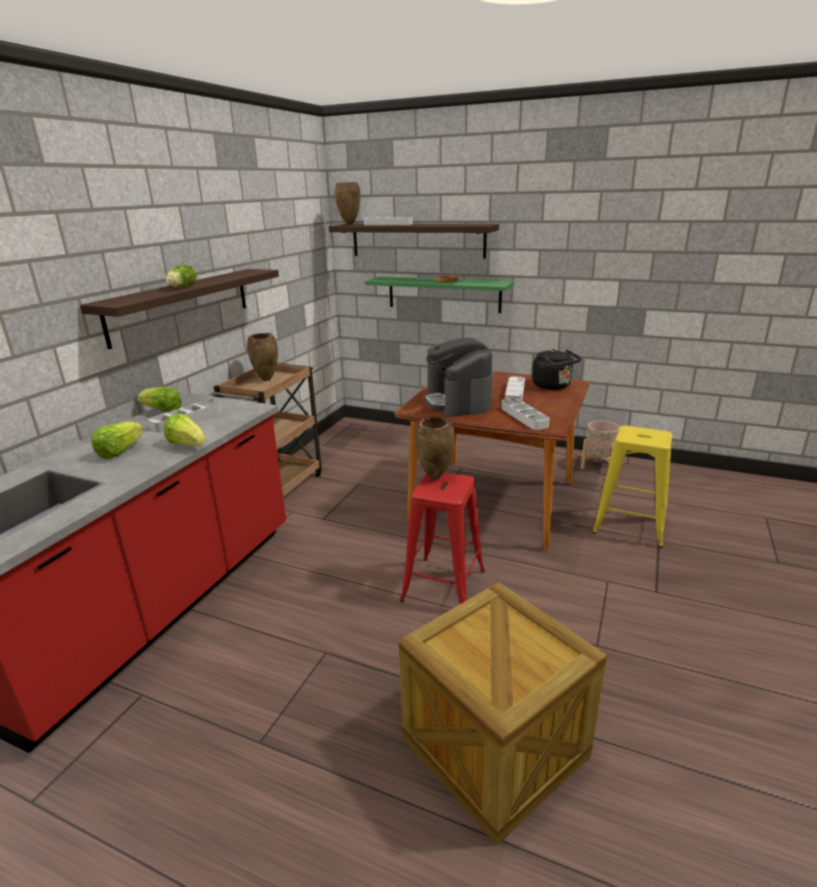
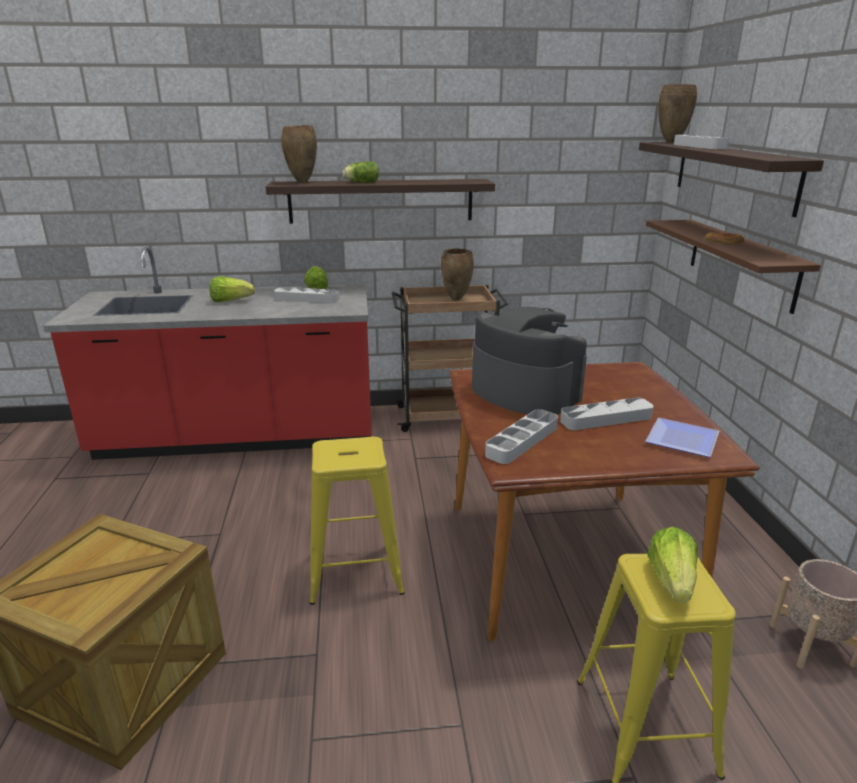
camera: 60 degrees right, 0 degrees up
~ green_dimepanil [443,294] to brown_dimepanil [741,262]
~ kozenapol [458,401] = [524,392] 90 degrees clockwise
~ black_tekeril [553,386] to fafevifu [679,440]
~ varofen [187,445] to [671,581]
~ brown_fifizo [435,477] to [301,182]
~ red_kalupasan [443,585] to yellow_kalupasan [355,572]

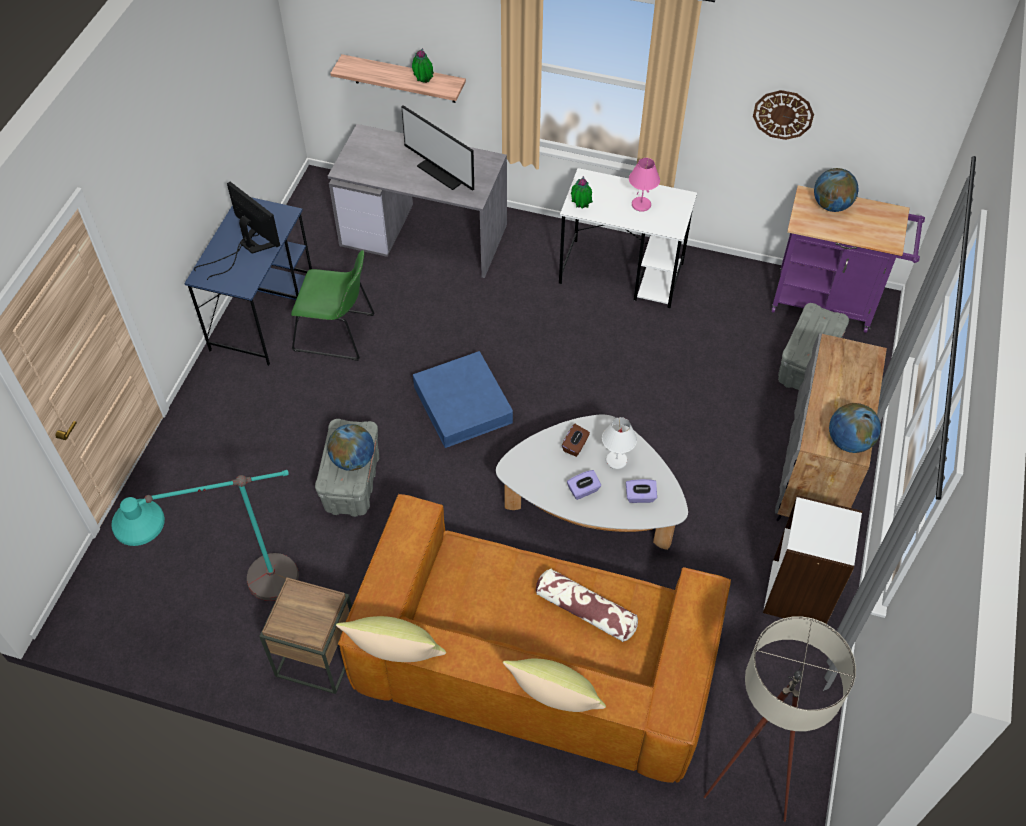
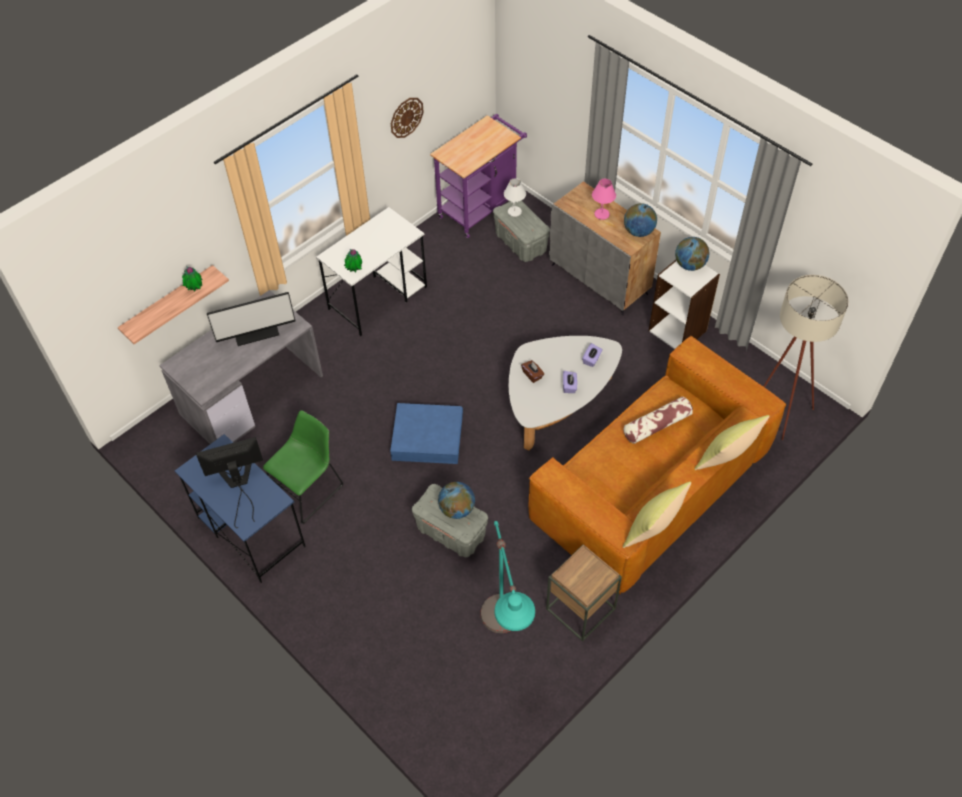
camera: 60 degrees left, 0 degrees up
~ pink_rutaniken [641,205] to [602,215]
~ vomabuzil [831,205] to [690,265]
~ white_rutaniken [617,460] to [514,212]

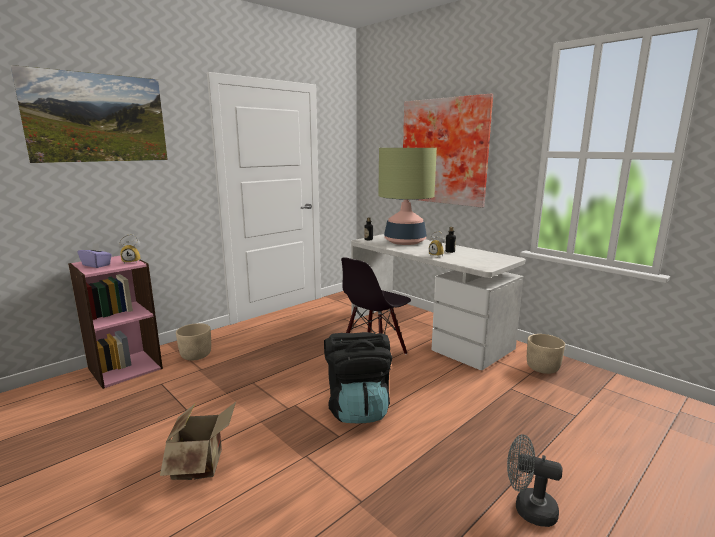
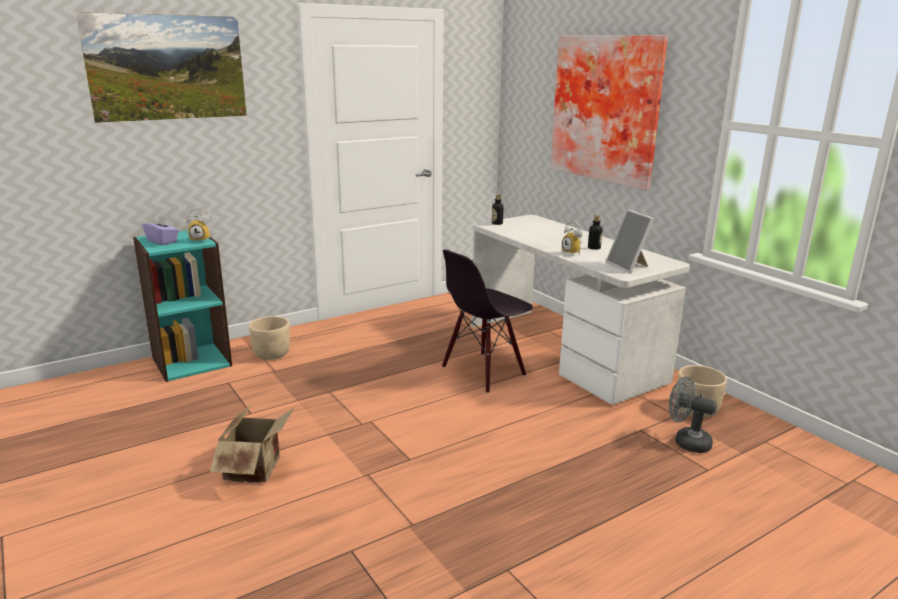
camera: 10 degrees right, 5 degrees up
- rutaniken [404,241]
~ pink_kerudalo [125,368] to turquoise_kerudalo [191,361]
- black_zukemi [358,408]
~ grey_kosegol [528,508] to [686,442]
+ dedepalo [629,266]

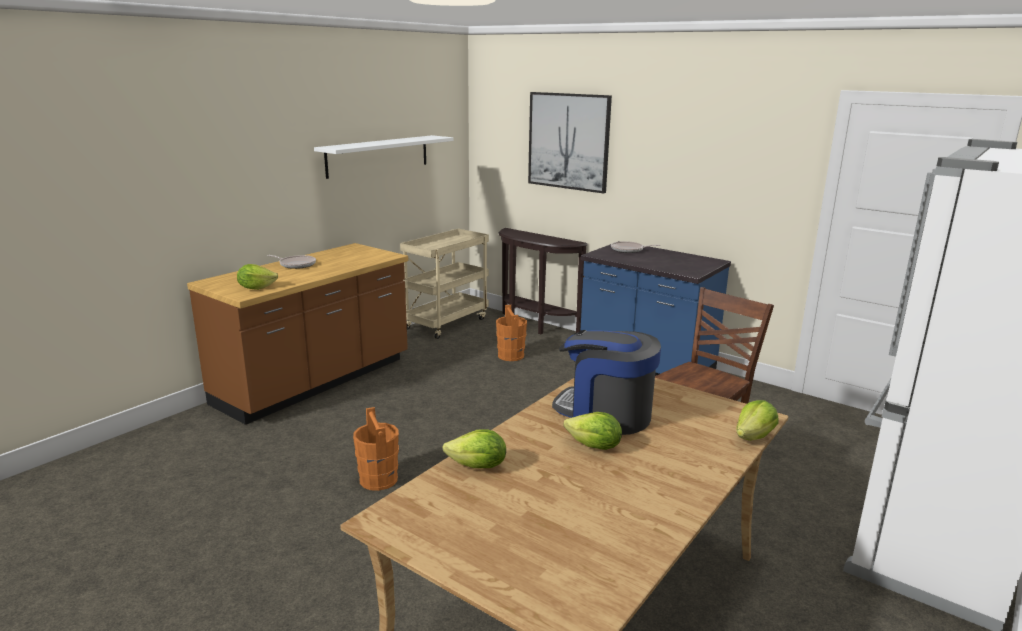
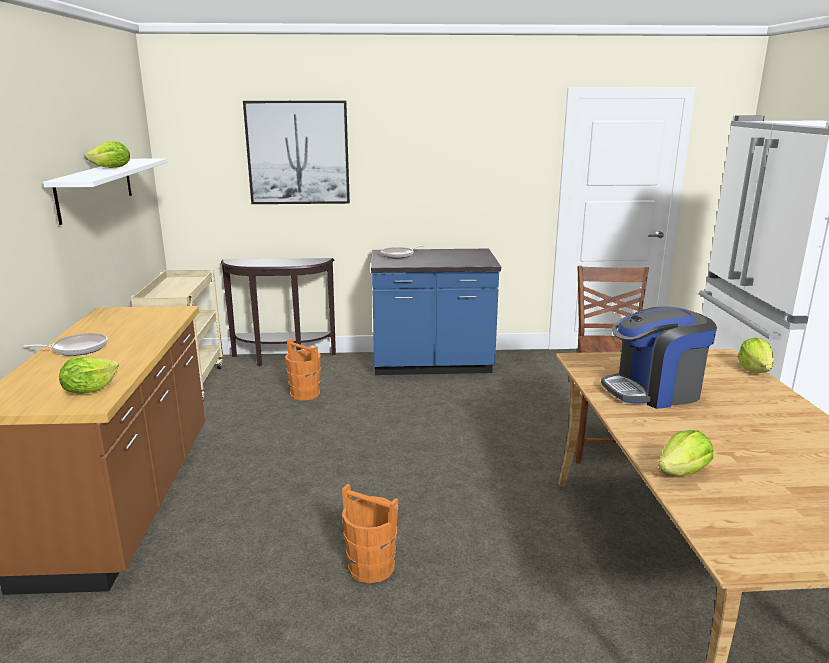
camera: 40 degrees left, 0 degrees up
~ varofen [594,447] to [112,168]

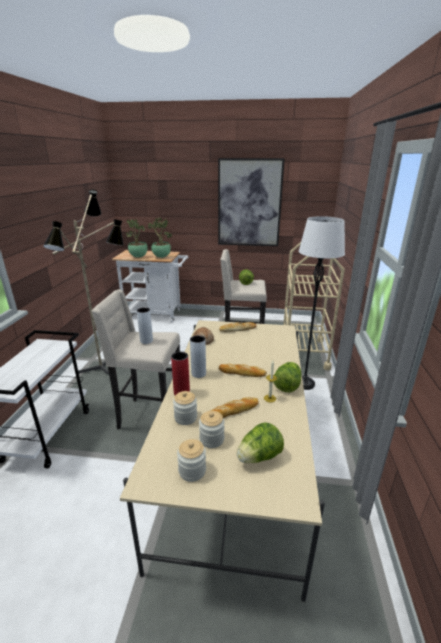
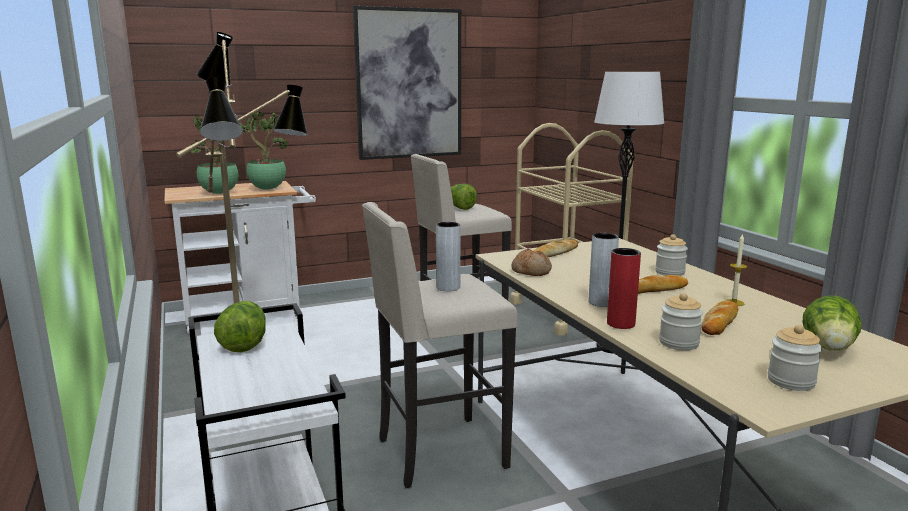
camera: 30 degrees left, 10 degrees down
~ varofen [287,385] to [244,344]
~ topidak [212,439] to [669,272]

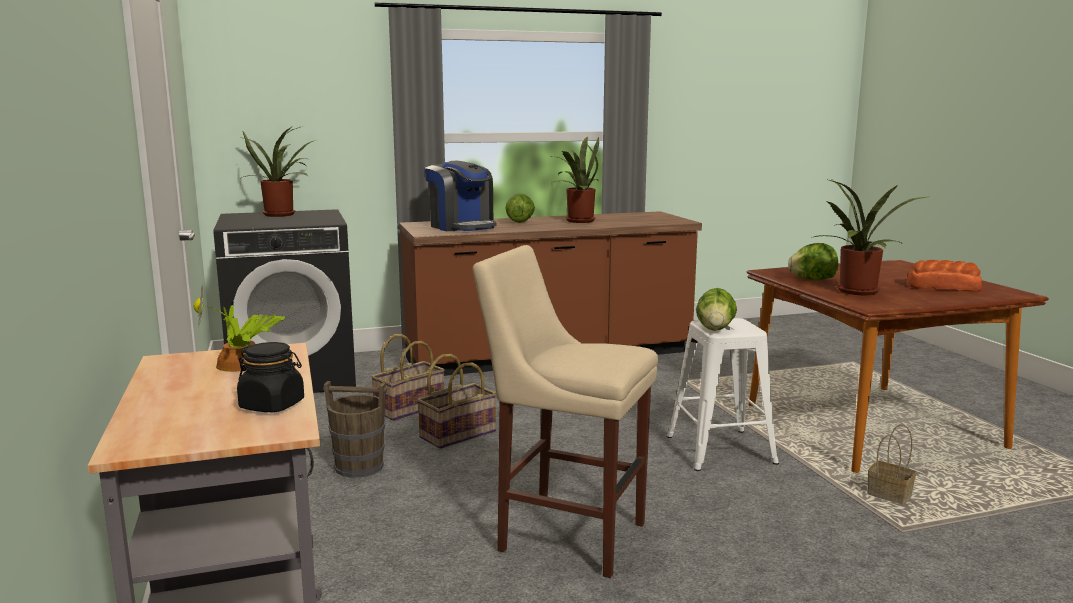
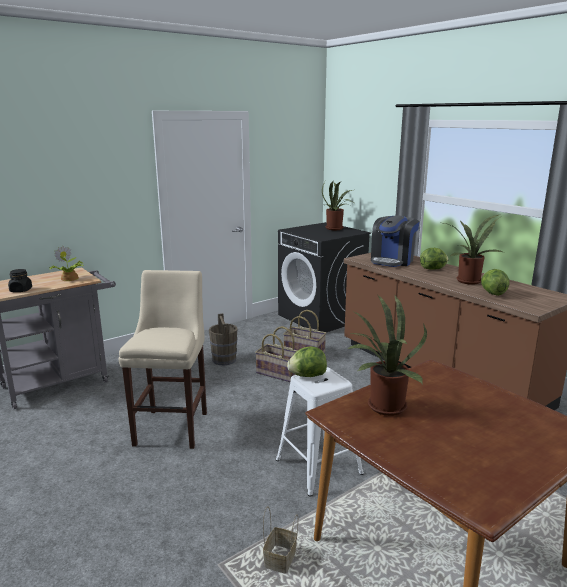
camera: 70 degrees right, 5 degrees up
~ varofen [812,279] to [492,293]
- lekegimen [942,287]

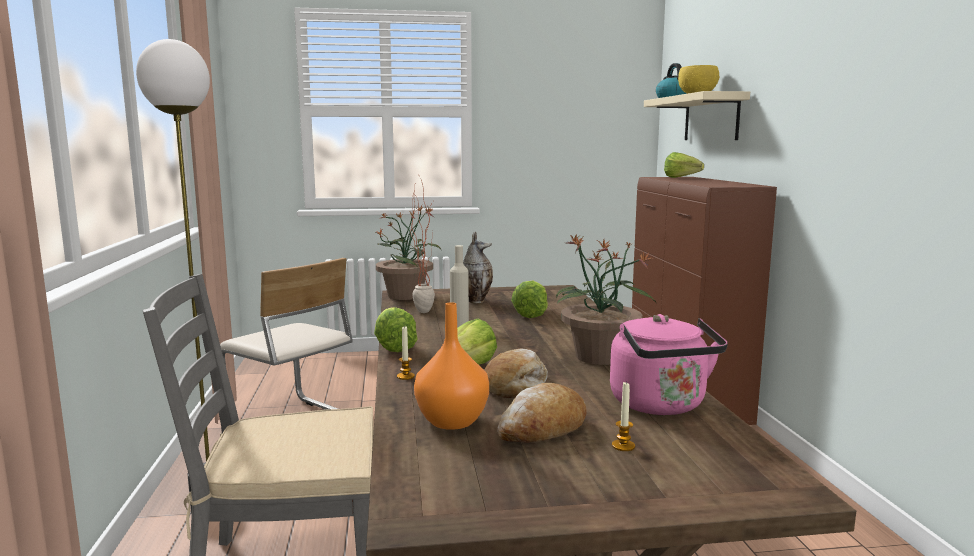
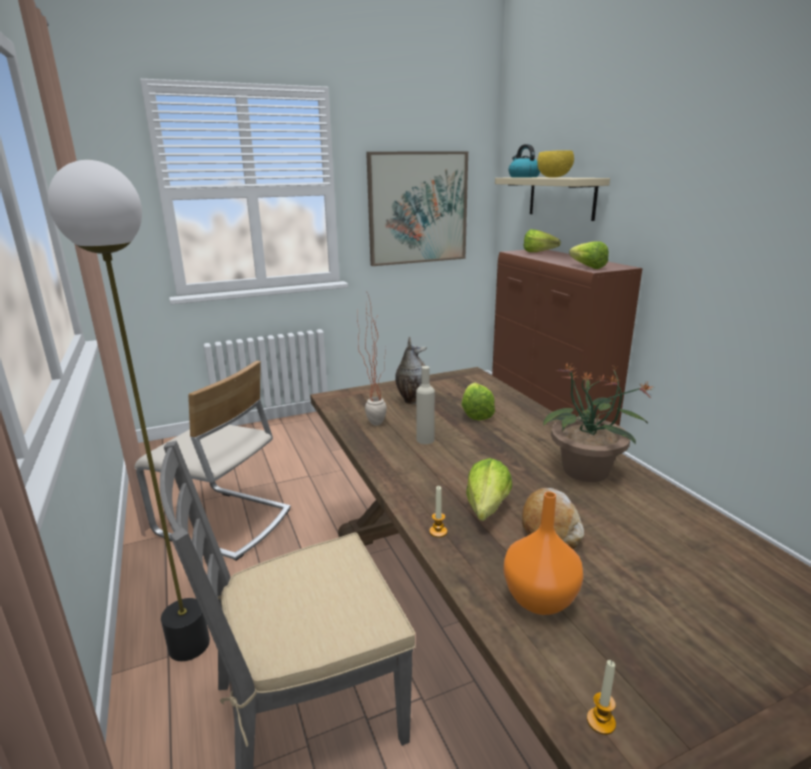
camera: 15 degrees left, 10 degrees up
- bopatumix [406,295]
~ varofen [394,344] to [585,267]
- pink_tekeril [661,405]
~ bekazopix [623,446] to [601,721]
- lekegimen [542,428]
+ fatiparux [418,208]

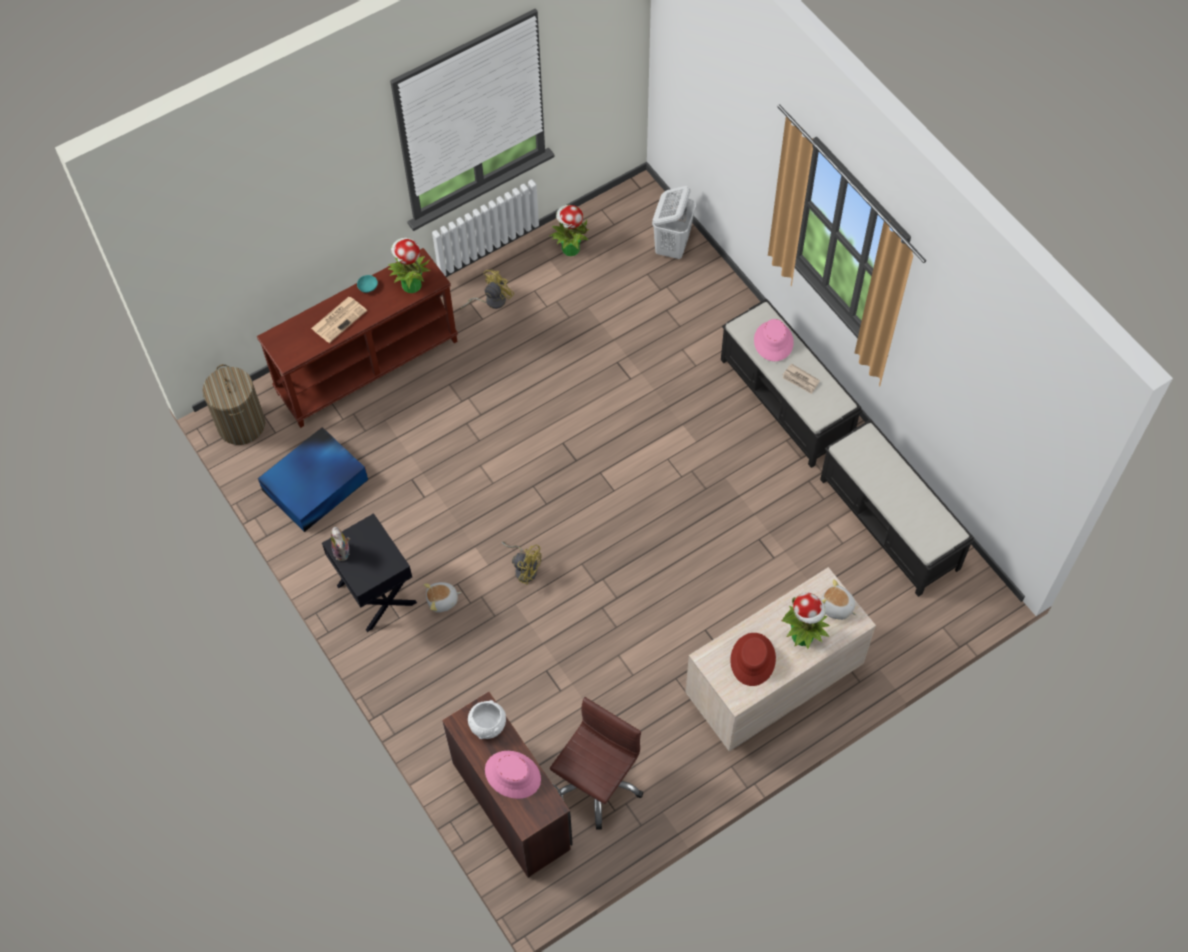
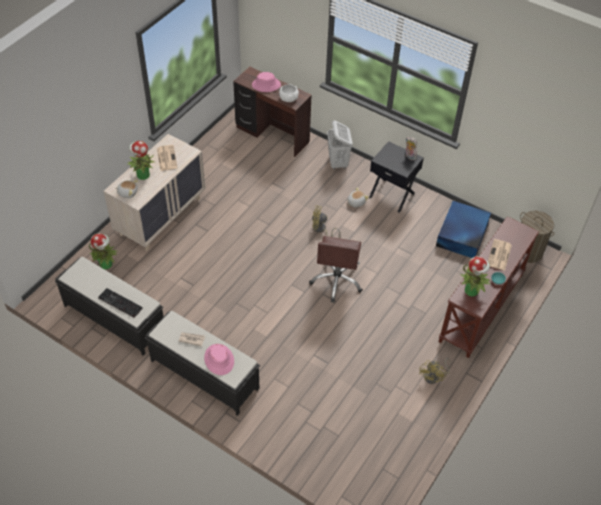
camera: 155 degrees right, 10 degrees down
~ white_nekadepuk [672,246] to [338,163]
~ bopatumix [570,248] to [106,264]
~ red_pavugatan [753,659] to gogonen [166,158]
~ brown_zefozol [596,783] to [337,281]
+ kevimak [119,303]

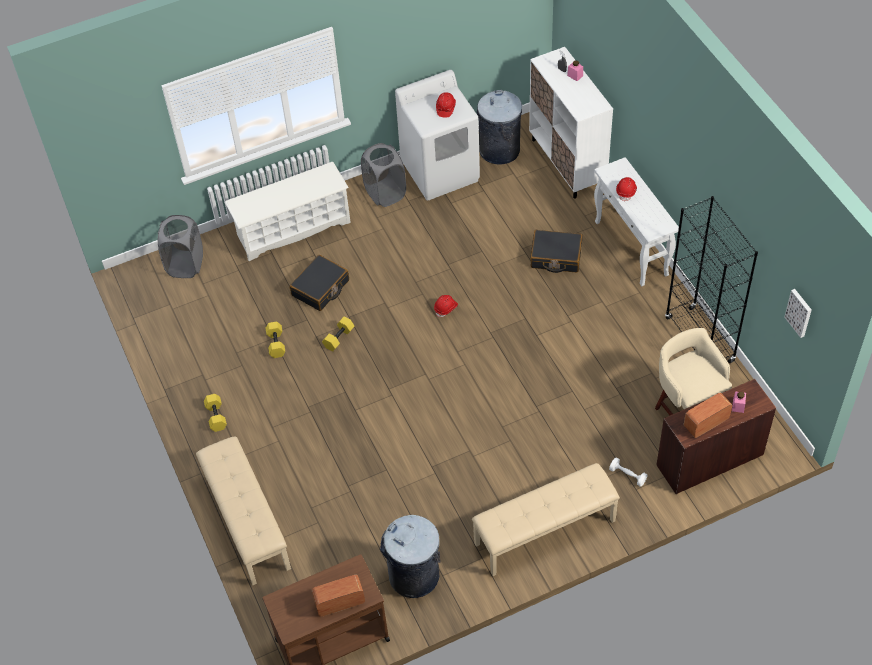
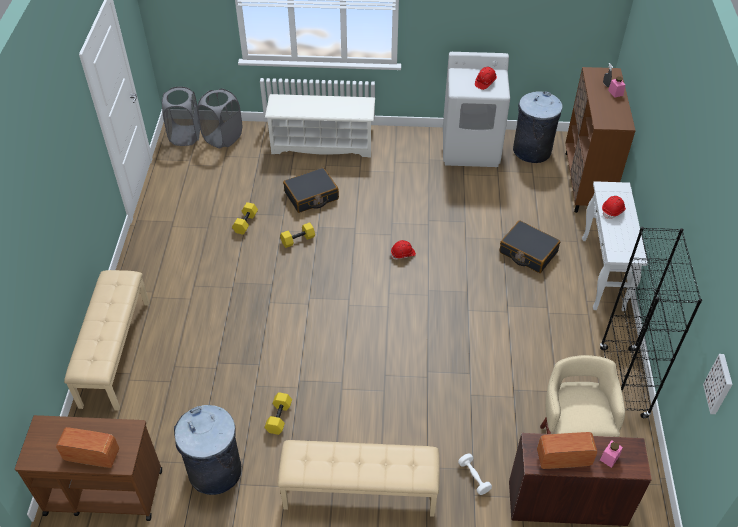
camera: 25 degrees right, 5 degrees down
~ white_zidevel [567,163] to brown_zidevel [586,182]
~ grey_nekadepuk [385,193] to [185,136]
~ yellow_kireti [215,416] to [278,417]

